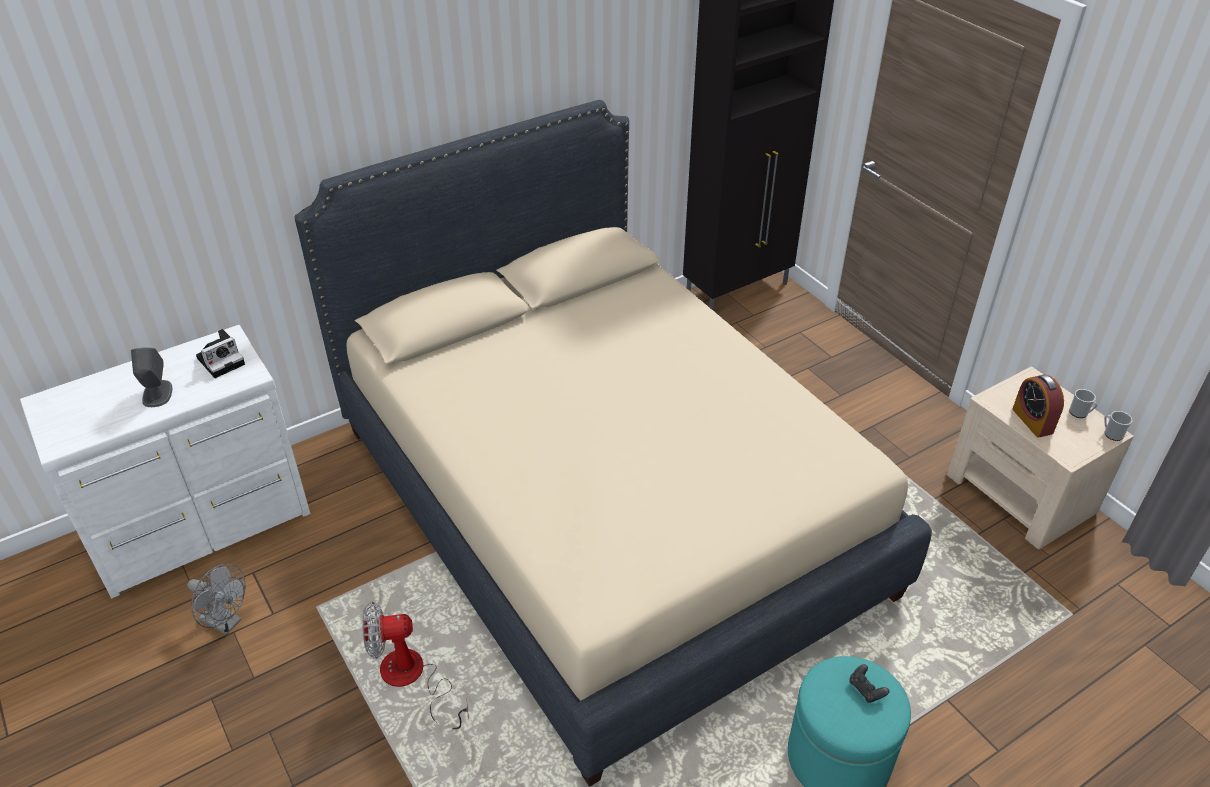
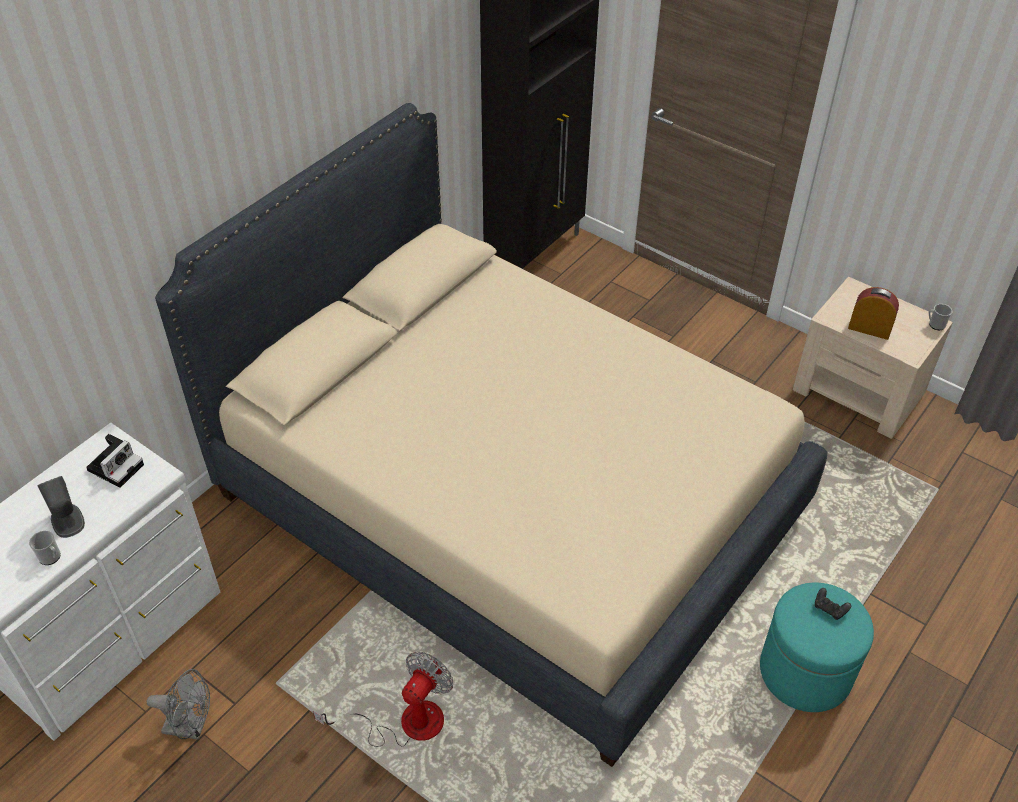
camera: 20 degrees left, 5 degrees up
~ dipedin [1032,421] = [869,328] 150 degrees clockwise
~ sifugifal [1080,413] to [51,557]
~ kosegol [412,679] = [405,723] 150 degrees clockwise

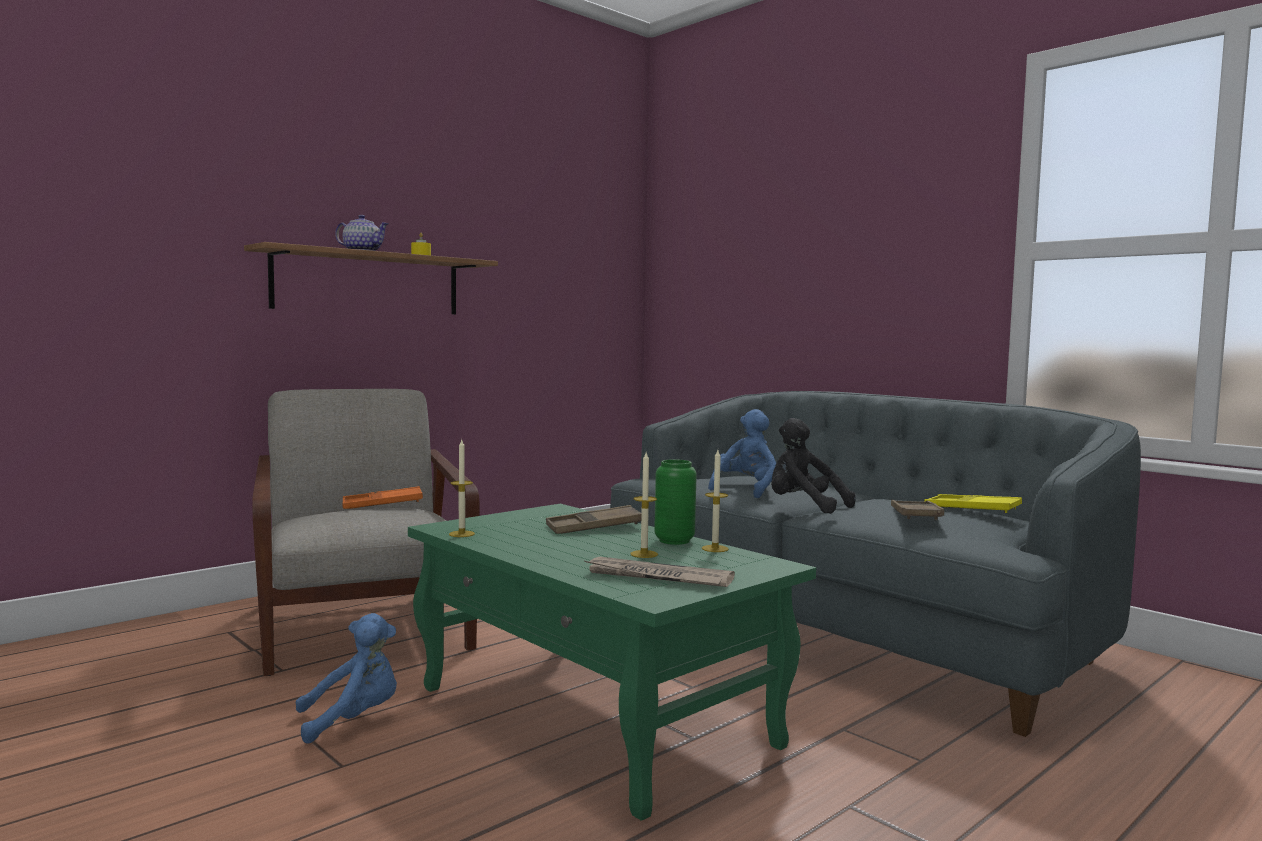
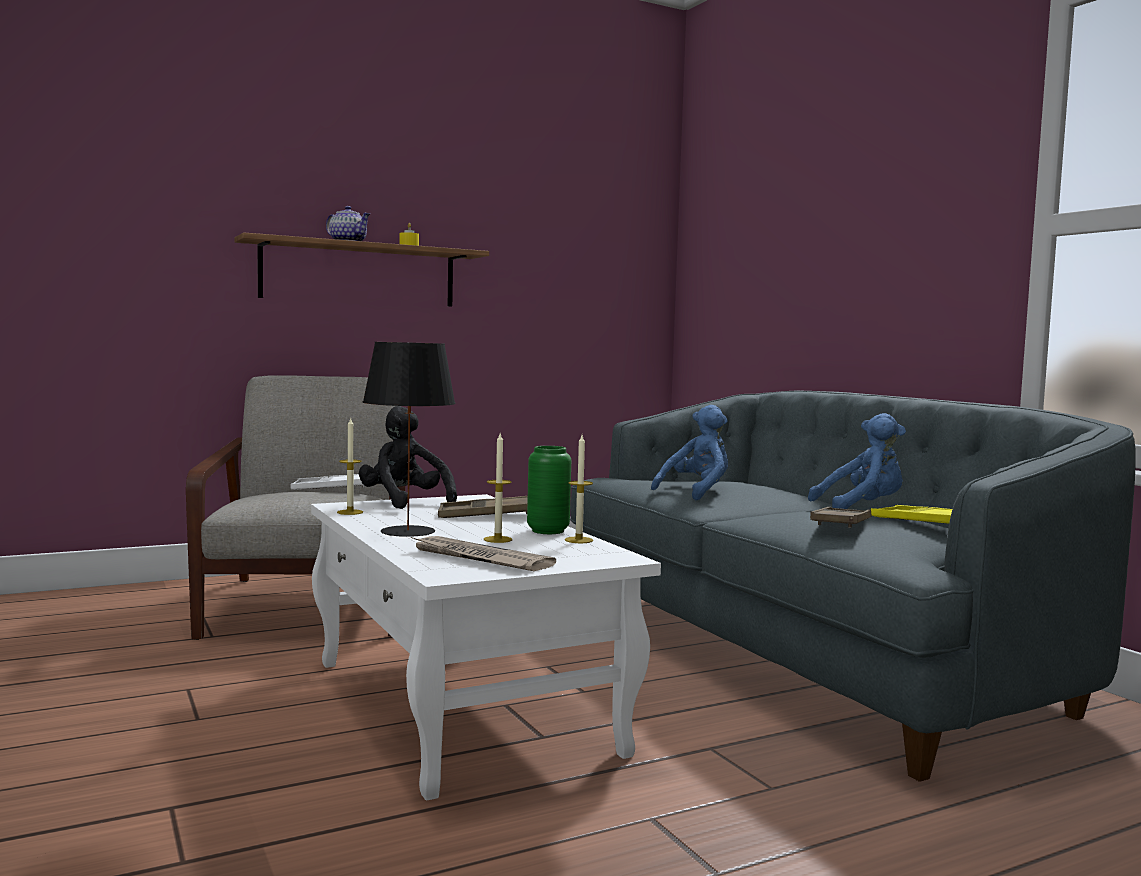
camera: 15 degrees right, 0 degrees up
~ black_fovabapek [803,507] to [404,503]
~ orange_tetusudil [382,504] to white_tetusudil [332,488]
~ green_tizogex [596,716] to white_tizogex [462,706]
~ blue_fovabapek [353,720] to [862,509]
+ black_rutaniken [409,531]

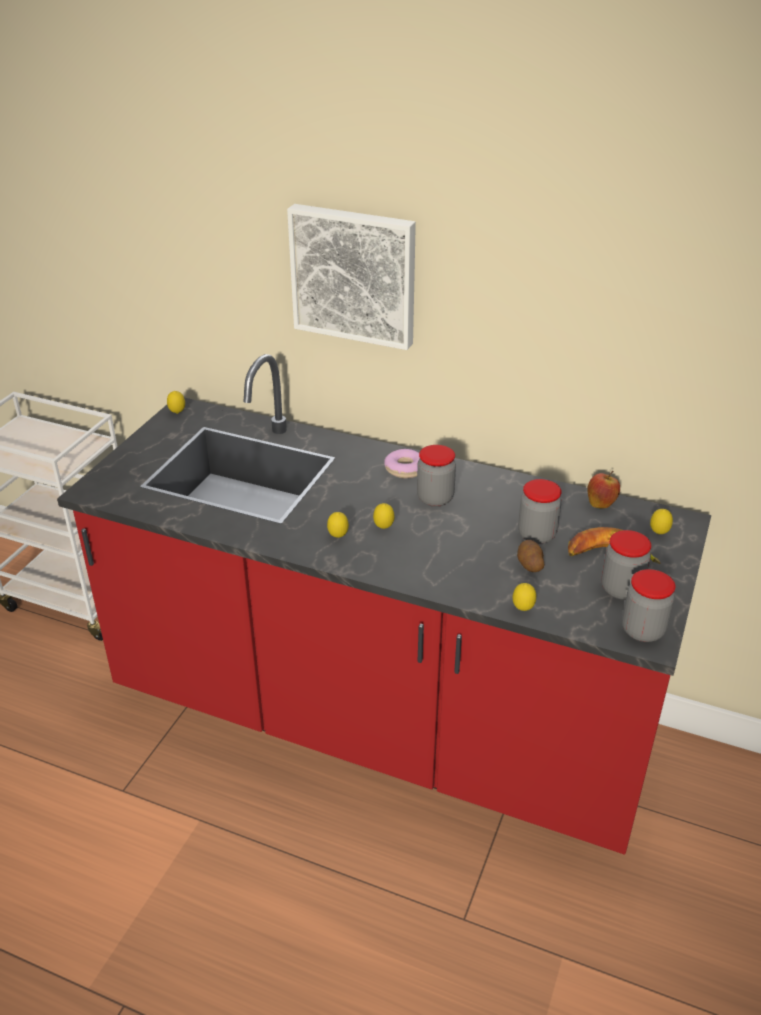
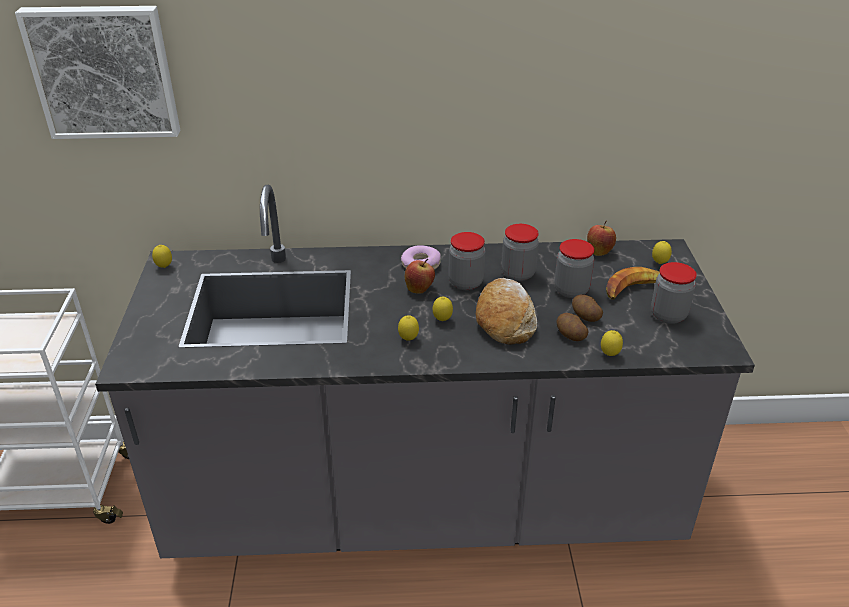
camera: 25 degrees left, 0 degrees up
~ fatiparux [354,274] to [104,71]
~ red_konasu [380,722] to grey_konasu [424,505]
~ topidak [642,630] to [518,274]
+ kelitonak [419,289]
+ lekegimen [505,320]
+ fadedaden [570,335]

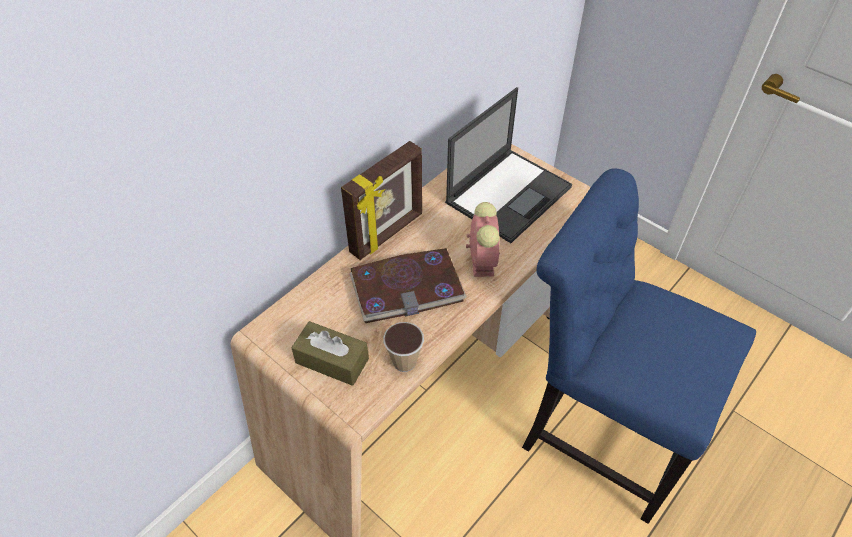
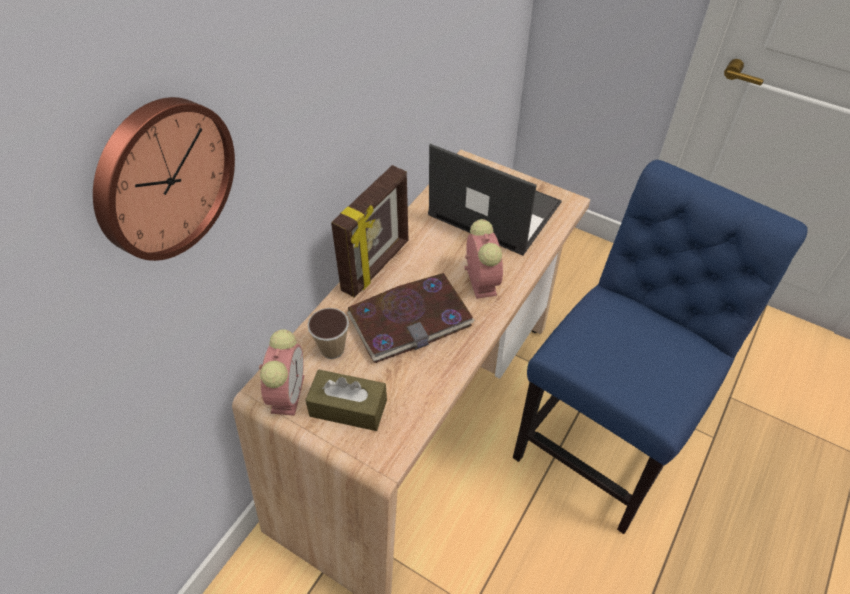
camera: 10 degrees left, 0 degrees up
~ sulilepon [509,194] = [493,209] 90 degrees counterclockwise
~ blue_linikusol [599,431] = [607,438] 105 degrees clockwise
~ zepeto [404,362] to [332,349]
+ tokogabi [162,177]
+ dipedin [287,392]

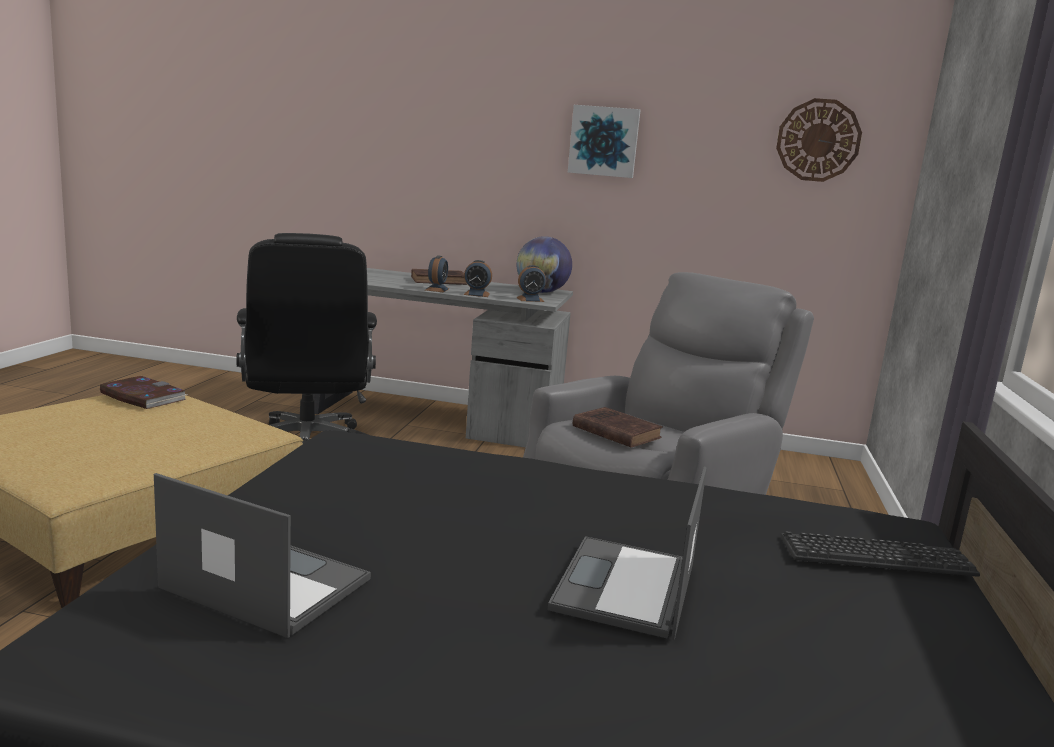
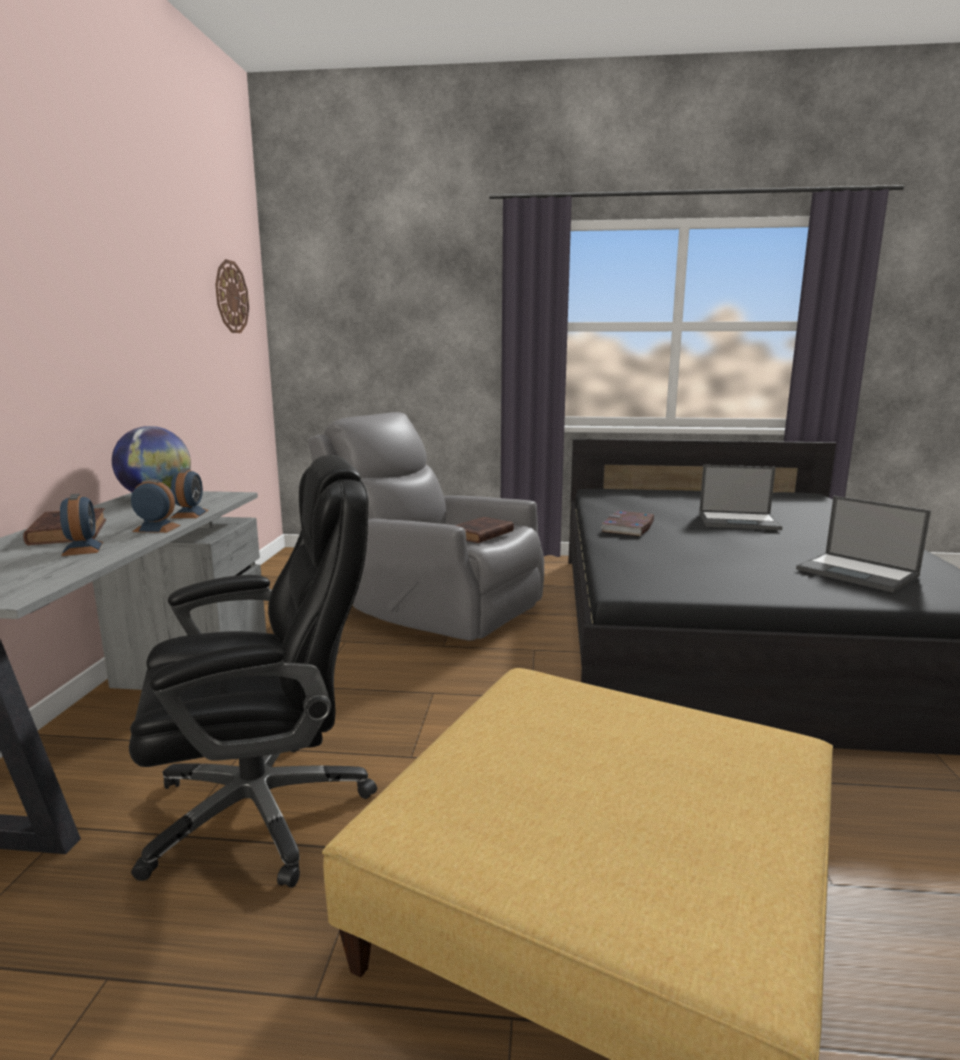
camera: 95 degrees left, 0 degrees up
- fatiparux [604,141]
~ dipedin [530,299] to [83,549]
~ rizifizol [142,397] to [628,527]
~ sulilepon [264,583] = [858,573] 60 degrees counterclockwise
- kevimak [876,556]

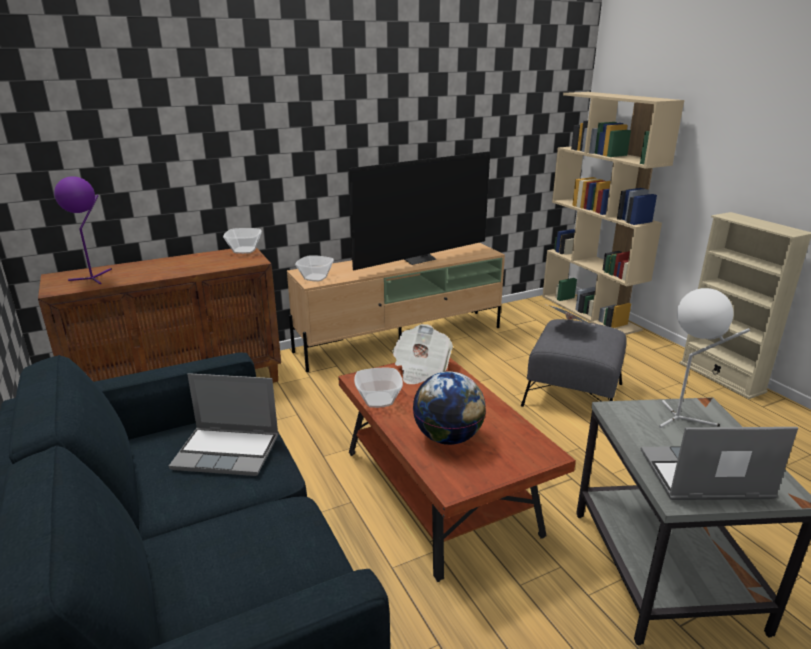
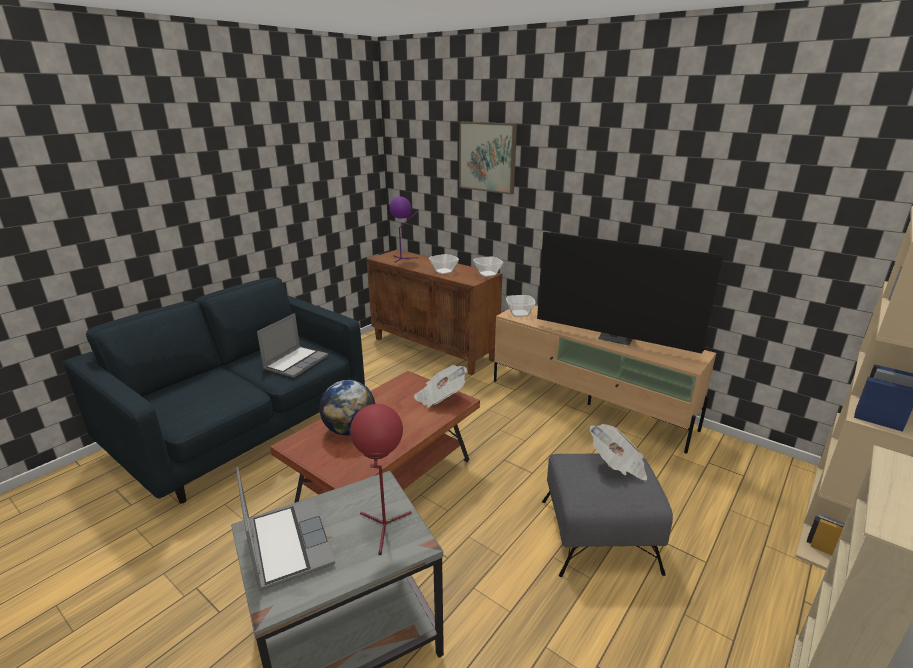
camera: 65 degrees right, 0 degrees up
~ white_rutaniken [682,419] to red_rutaniken [384,528]
~ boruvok [379,400] to [443,271]
~ sulilepon [228,452] = [296,362] 135 degrees counterclockwise
+ fatiparux [487,157]

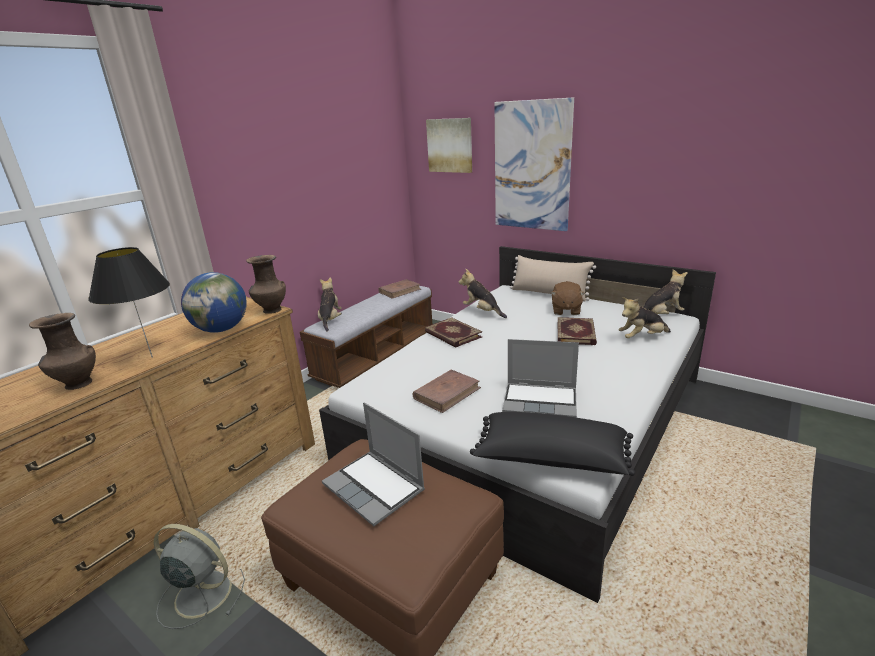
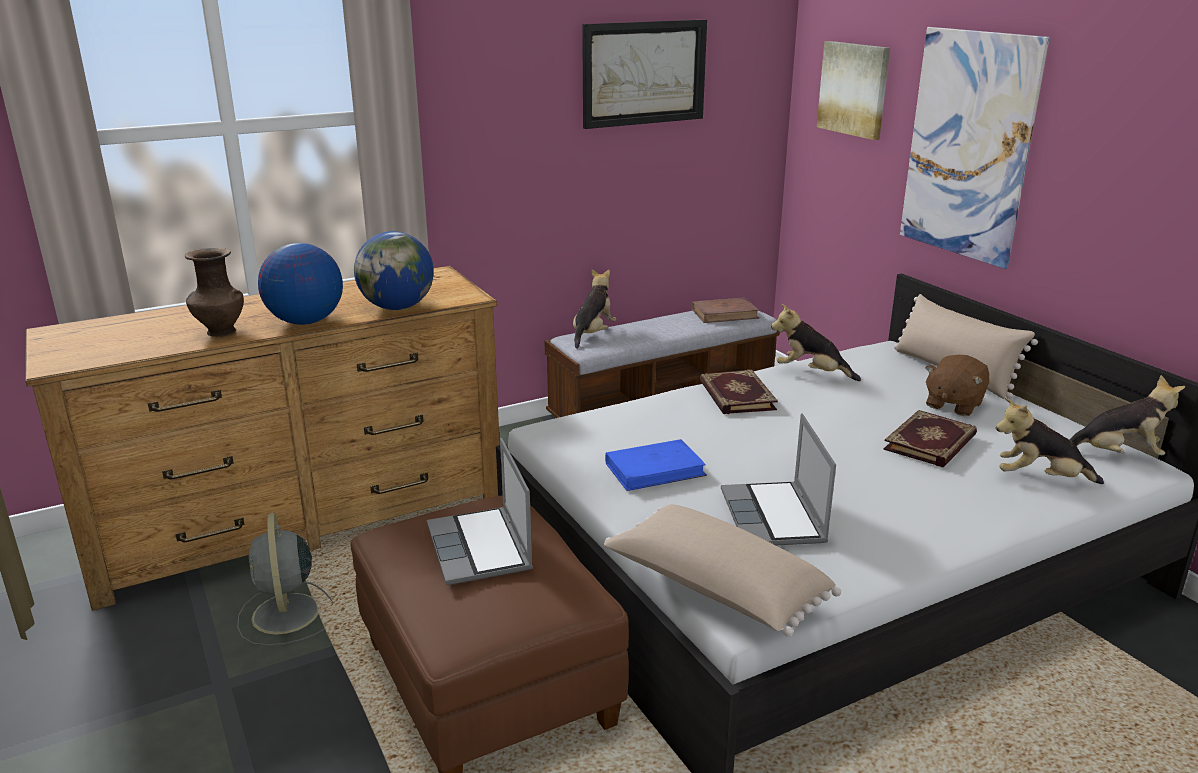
camera: 25 degrees right, 0 degrees up
~ black_rutaniken [152,357] to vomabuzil [305,322]
- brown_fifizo [271,310]
~ fovabapek [482,311] = [811,373] 45 degrees counterclockwise
~ sulilepon [541,401] = [774,518] 45 degrees clockwise
~ brown_rizifizol [447,393] to blue_rizifizol [655,469]
~ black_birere [551,460] to beige_birere [715,589]
~ grey_kosegol [201,593] = [286,615] 150 degrees counterclockwise
+ fatiparux [644,73]

